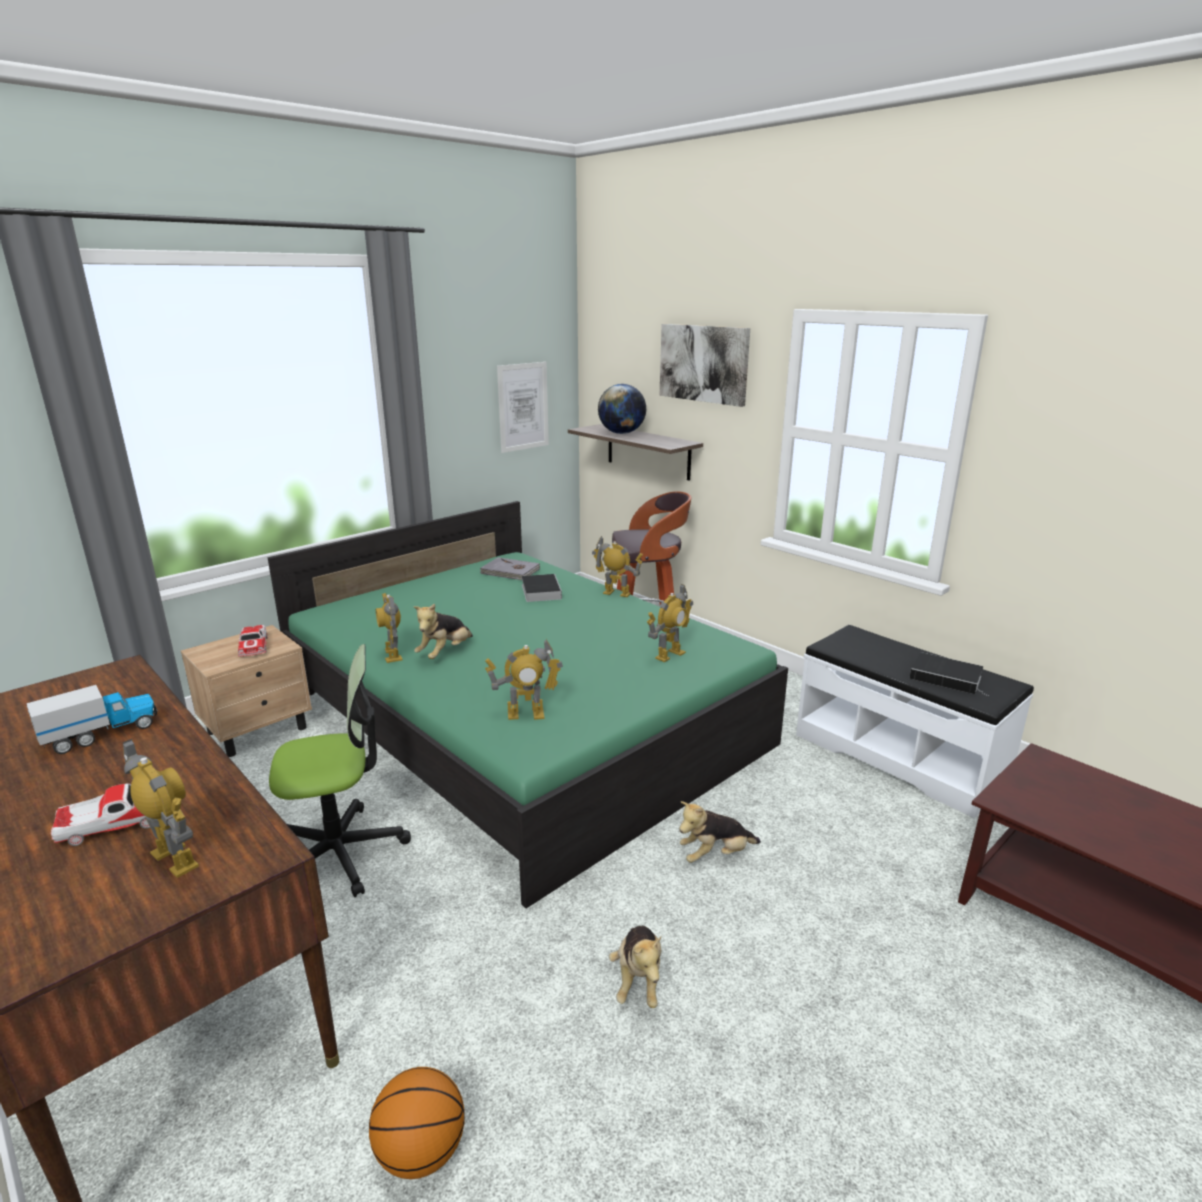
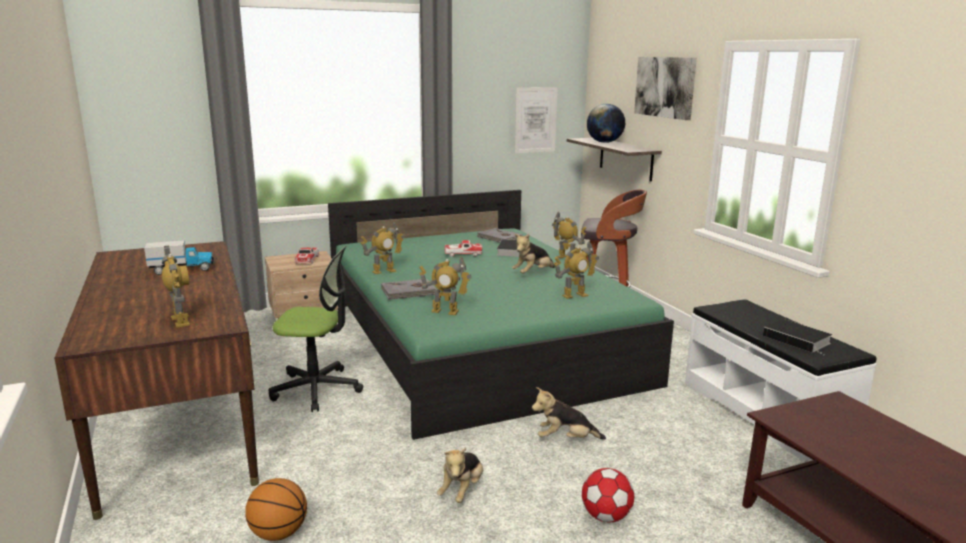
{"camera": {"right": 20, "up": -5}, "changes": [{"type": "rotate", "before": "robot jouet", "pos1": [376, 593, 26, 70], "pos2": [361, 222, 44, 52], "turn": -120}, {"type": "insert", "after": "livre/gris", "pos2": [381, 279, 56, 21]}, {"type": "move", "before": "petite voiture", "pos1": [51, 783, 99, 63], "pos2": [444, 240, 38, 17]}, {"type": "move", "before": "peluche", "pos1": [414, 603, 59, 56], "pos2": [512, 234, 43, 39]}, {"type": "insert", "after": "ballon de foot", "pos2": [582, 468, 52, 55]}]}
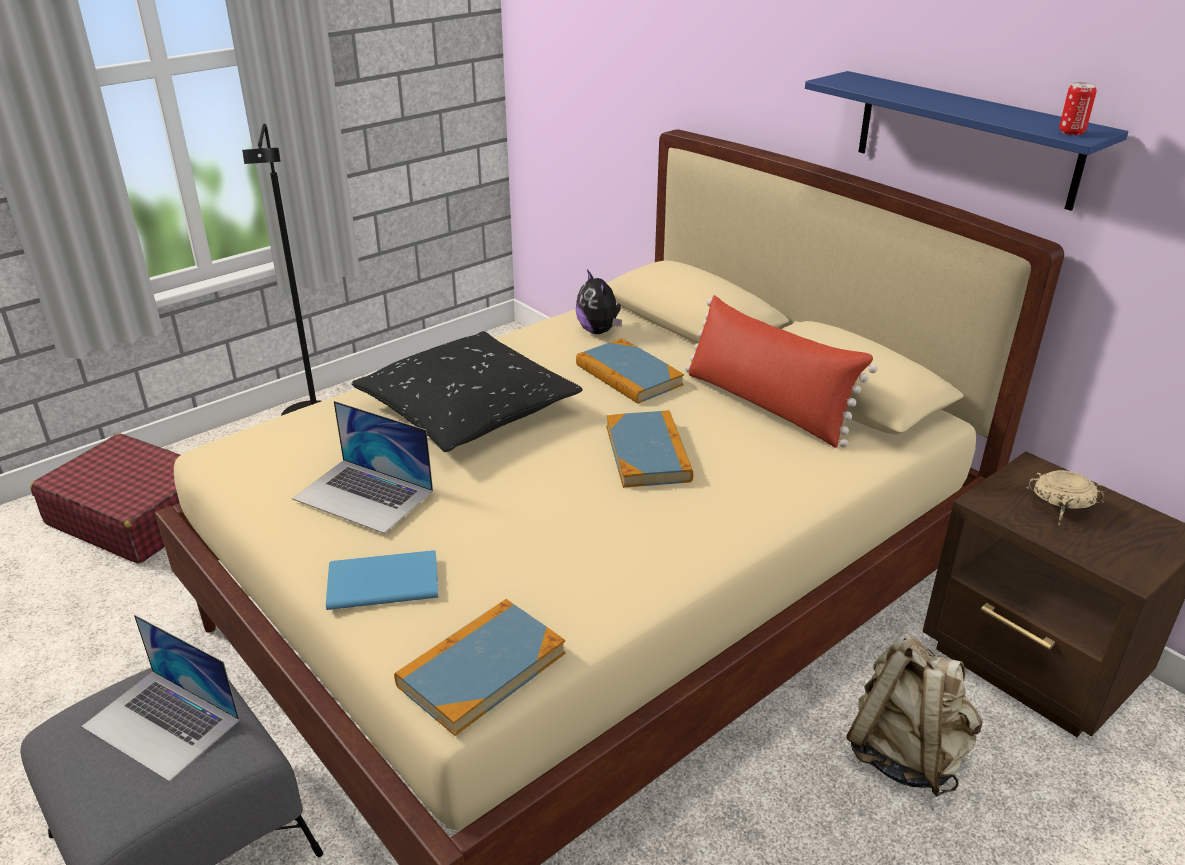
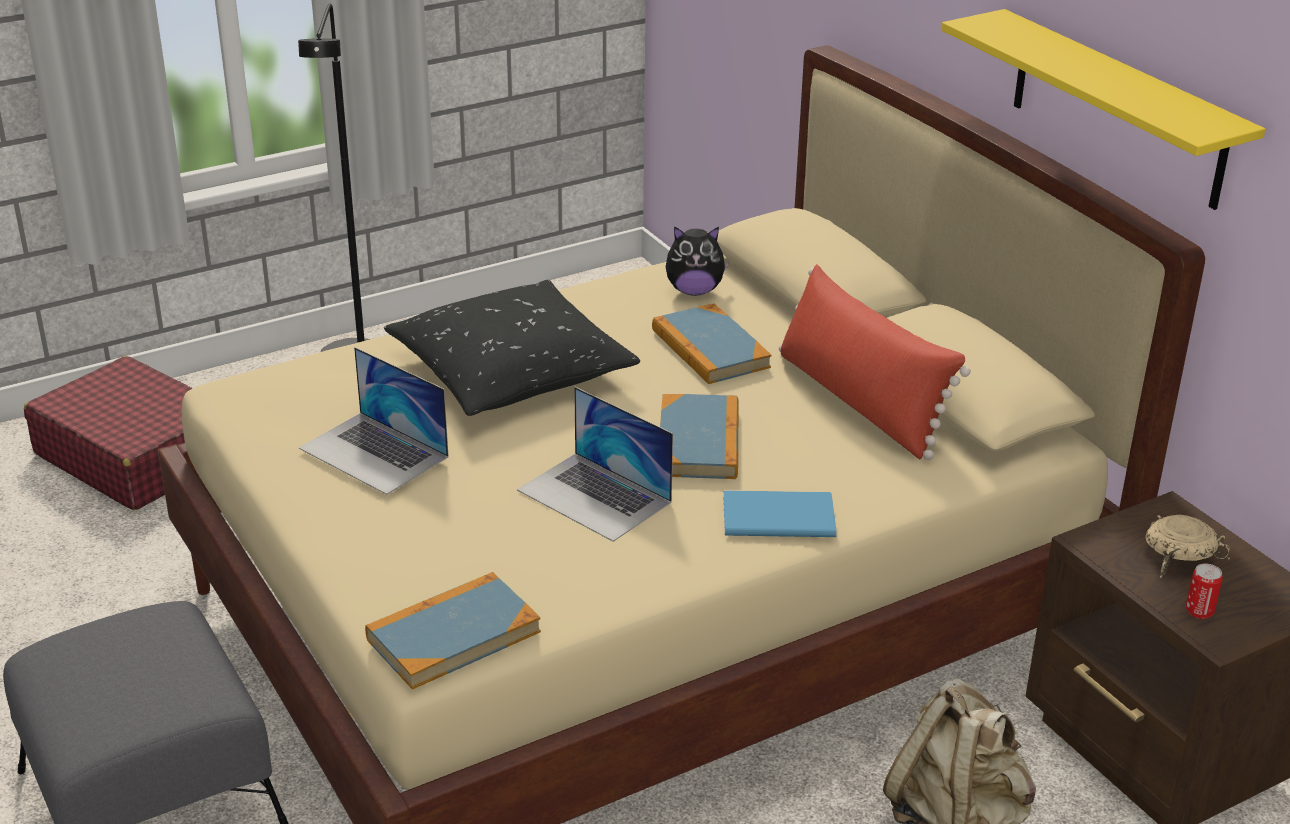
{"camera": {"right": 10, "up": 0}, "changes": [{"type": "move", "before": "ordinateur portable", "pos1": [81, 615, 159, 167], "pos2": [517, 387, 156, 155]}, {"type": "rotate", "before": "peluche", "pos1": [576, 269, 46, 65], "pos2": [666, 226, 63, 70], "turn": -75}, {"type": "move", "before": "livre/bleu", "pos1": [326, 550, 113, 60], "pos2": [723, 490, 114, 47]}, {"type": "recolor", "before": "étagère/bleu", "after": "étagère/jaune", "pos1": [805, 71, 324, 140], "pos2": [941, 9, 324, 201]}, {"type": "move", "before": "boîte métallique", "pos1": [1059, 82, 38, 53], "pos2": [1186, 563, 37, 56]}]}
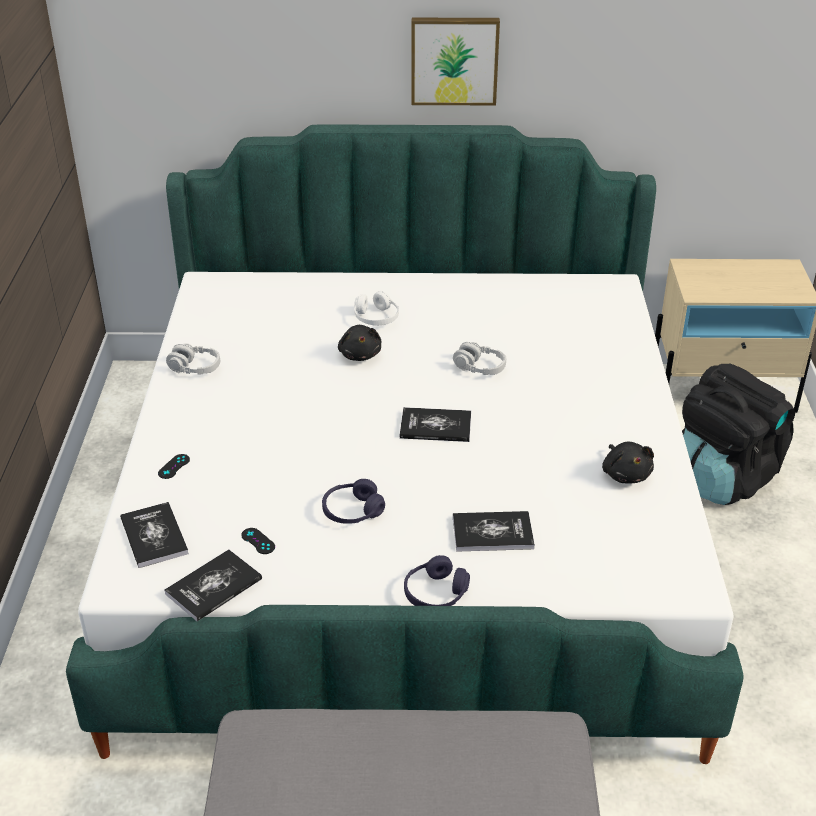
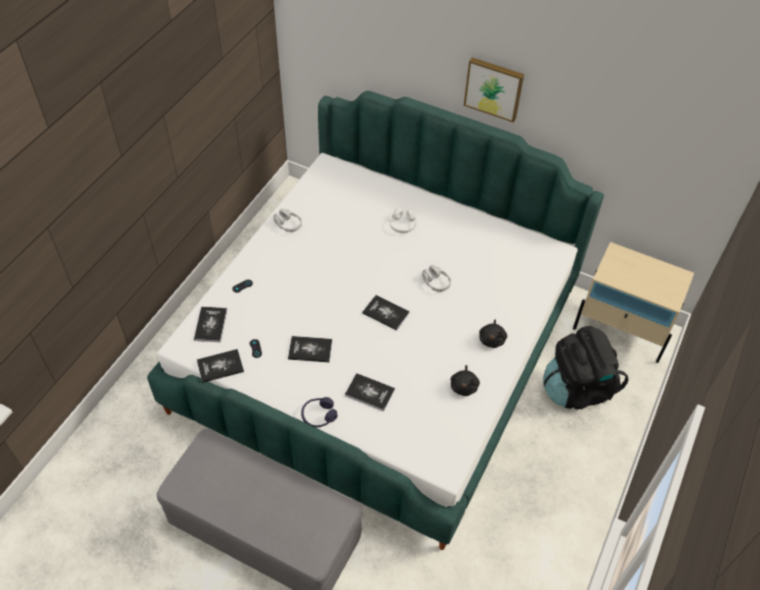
{"camera": {"right": 25, "up": 15}, "changes": [{"type": "replace", "before": "casque audio/violet", "after": "livre", "pos1": [322, 479, 63, 45], "pos2": [288, 336, 44, 26]}, {"type": "move", "before": "peluche/noir", "pos1": [338, 325, 43, 36], "pos2": [479, 320, 28, 28]}]}
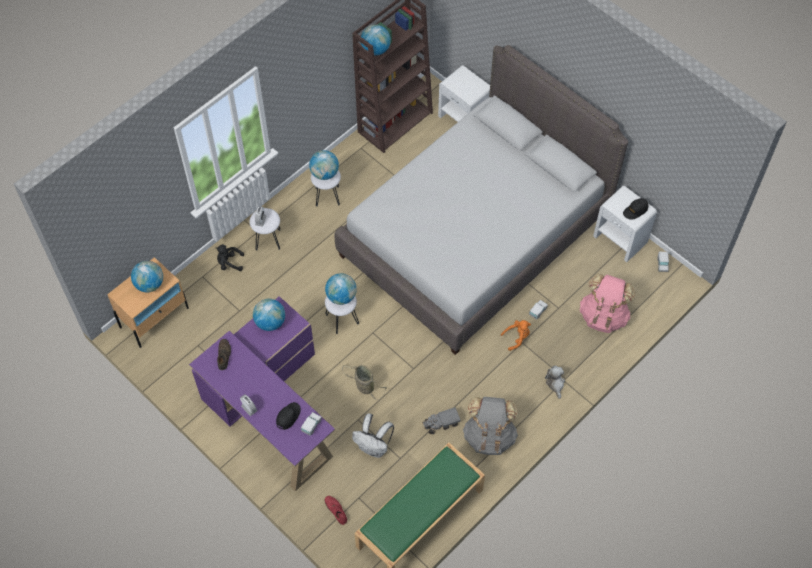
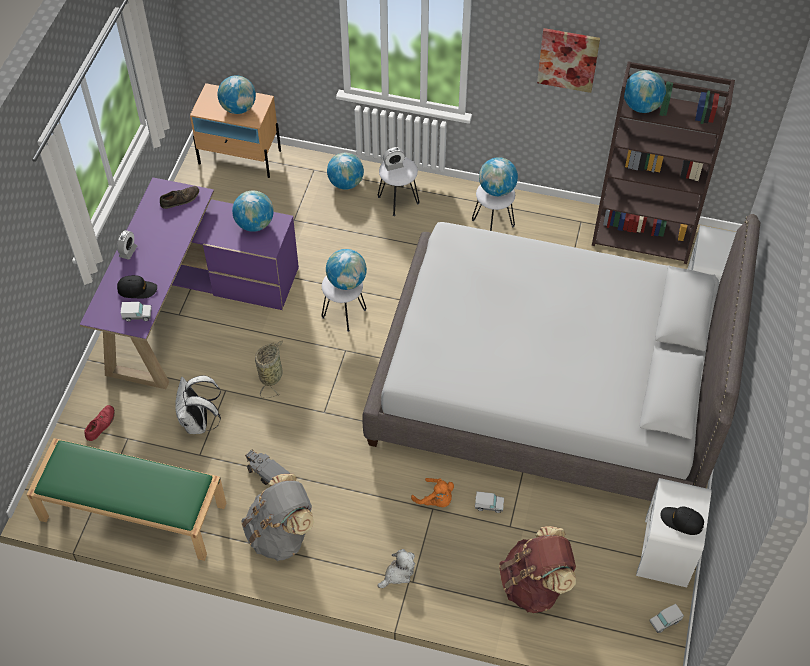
{"camera": {"right": 60, "up": -5}, "changes": [{"type": "replace", "before": "peluche/noir", "after": "globe", "pos1": [216, 244, 28, 27], "pos2": [327, 153, 37, 37]}, {"type": "recolor", "before": "sac à dos/rose", "after": "sac à dos/marron", "pos1": [580, 274, 55, 59], "pos2": [499, 526, 77, 87]}, {"type": "insert", "after": "tableau", "pos2": [537, 28, 63, 65]}]}
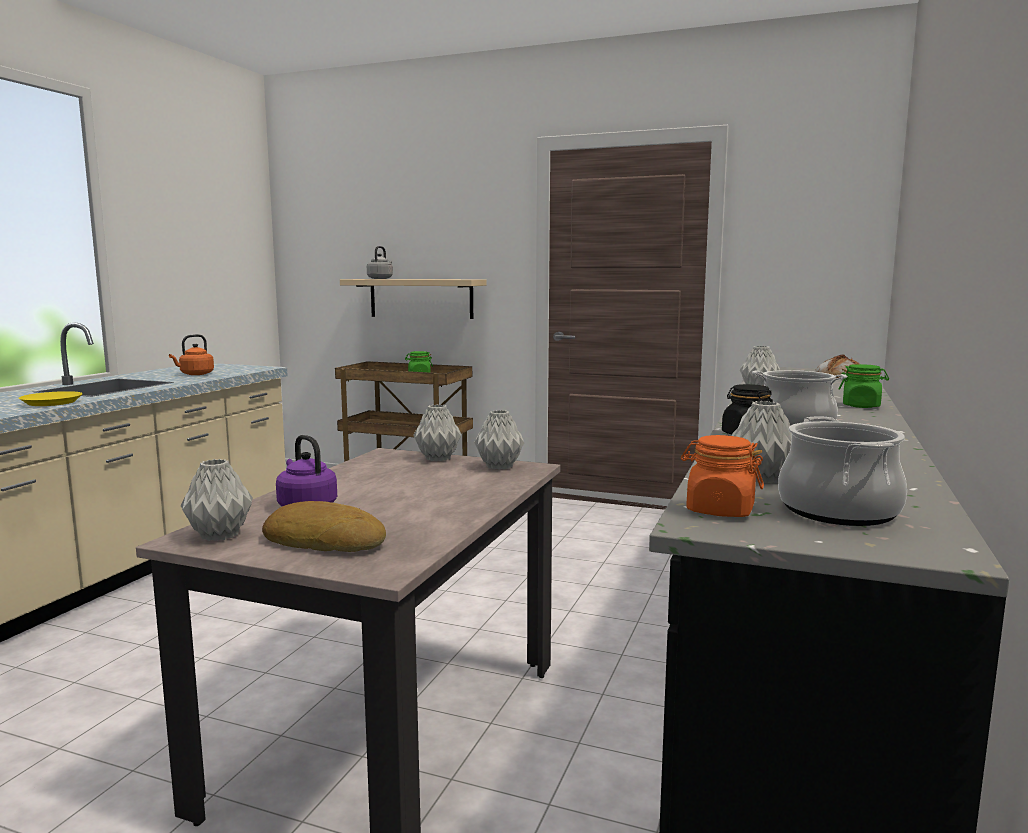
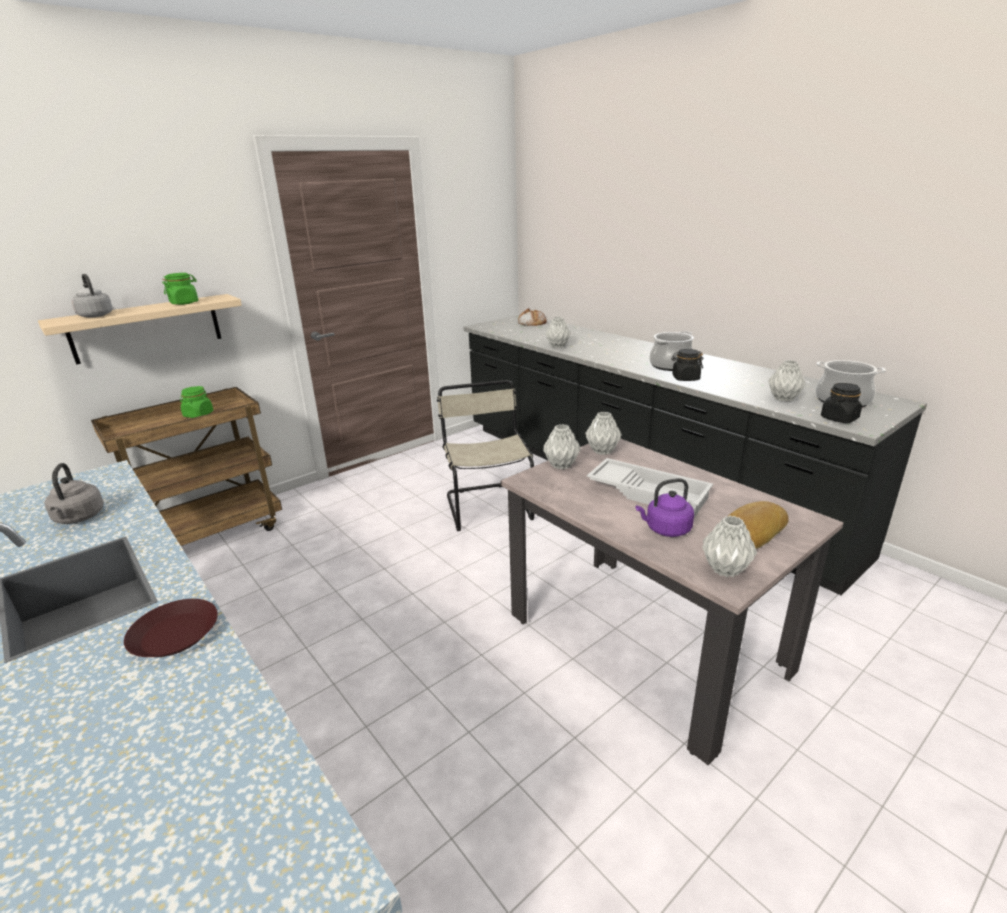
{"camera": {"right": -60, "up": 15}, "changes": [{"type": "recolor", "before": "bouilloire/orange", "after": "bouilloire/gris", "pos1": [169, 334, 45, 41], "pos2": [44, 463, 60, 61]}, {"type": "recolor", "before": "assiette/jaune", "after": "assiette/marron", "pos1": [19, 391, 64, 15], "pos2": [124, 599, 94, 58]}, {"type": "move", "before": "bocal/vert", "pos1": [838, 364, 51, 44], "pos2": [162, 273, 36, 32]}, {"type": "insert", "after": "chaise/beige", "pos2": [437, 380, 98, 151]}, {"type": "insert", "after": "plateau/blanc", "pos2": [587, 458, 126, 59]}, {"type": "recolor", "before": "bocal/orange", "after": "bocal/noir", "pos1": [681, 435, 83, 82], "pos2": [821, 383, 41, 40]}]}
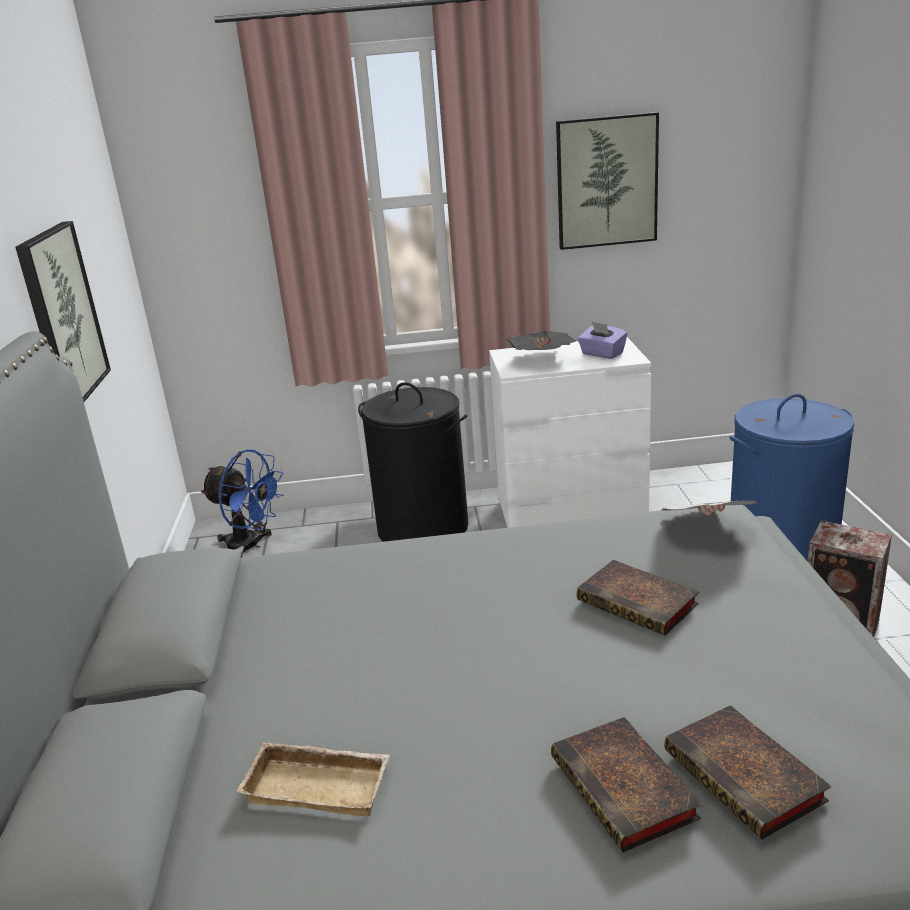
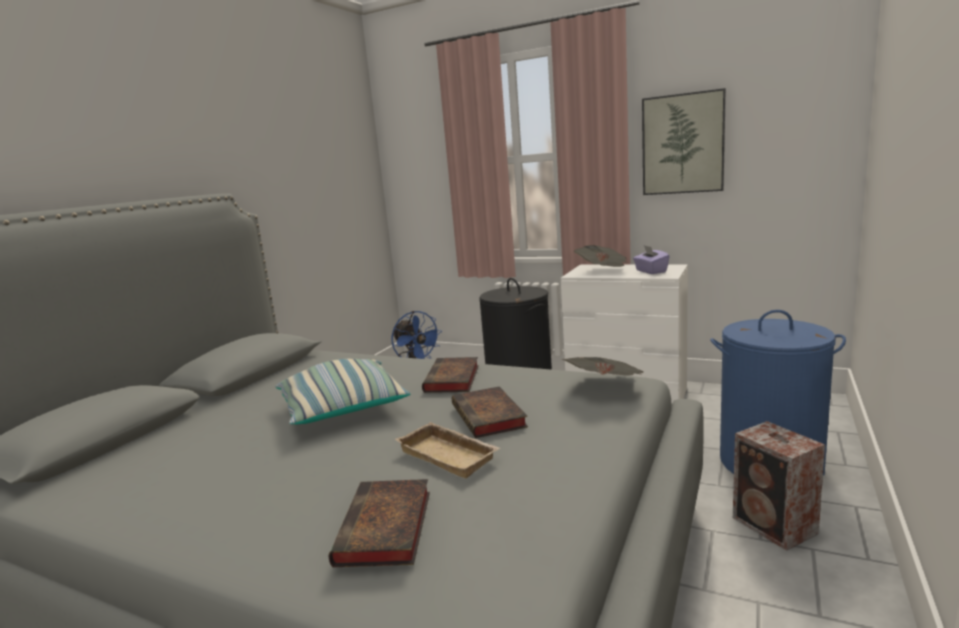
{"camera": {"right": 30, "up": -10}, "changes": [{"type": "insert", "after": "coussin", "pos2": [275, 359, 136, 65]}, {"type": "move", "before": "plateau/beige", "pos1": [236, 742, 154, 74], "pos2": [395, 422, 106, 56]}, {"type": "move", "before": "livre", "pos1": [551, 717, 151, 136], "pos2": [422, 357, 57, 36]}, {"type": "delete", "before": "tableau", "pos1": [15, 221, 96, 181]}]}
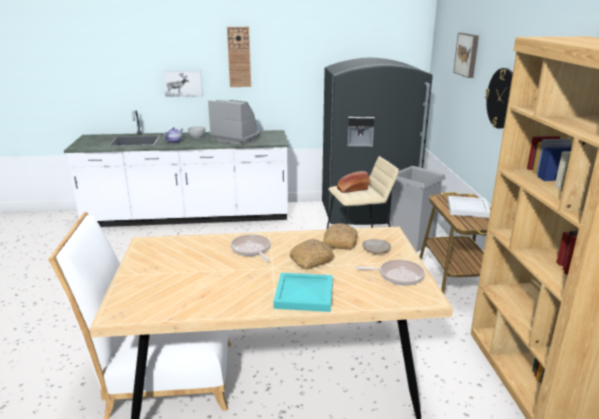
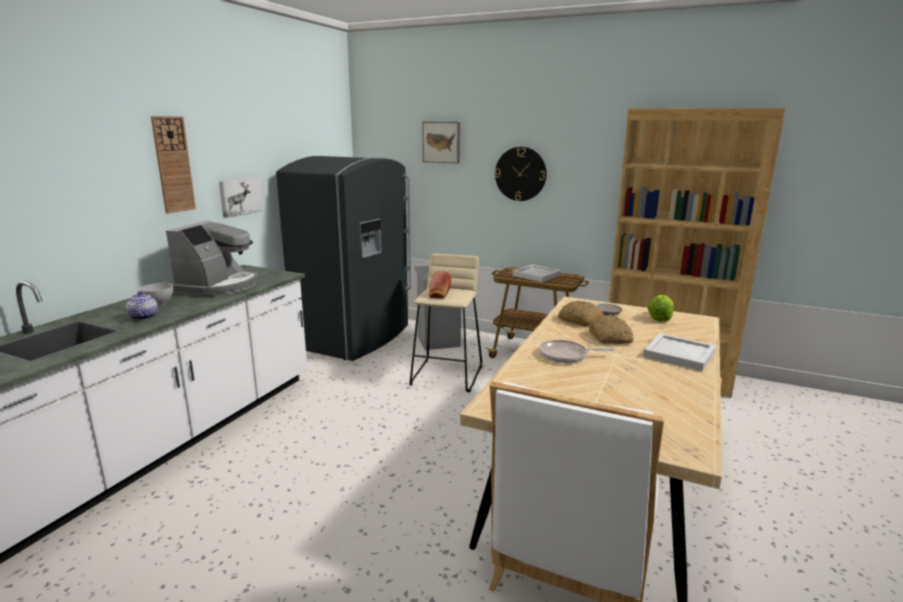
{"camera": {"right": -60, "up": -5}, "changes": [{"type": "rotate", "before": "machine à café", "pos1": [208, 100, 52, 45], "pos2": [166, 220, 92, 77], "turn": 135}, {"type": "move", "before": "tableau", "pos1": [163, 71, 40, 26], "pos2": [219, 177, 45, 41]}, {"type": "recolor", "before": "plateau/turquoise", "after": "plateau/blanc", "pos1": [273, 273, 60, 39], "pos2": [643, 333, 73, 38]}, {"type": "replace", "before": "poêle", "after": "laitue", "pos1": [355, 260, 70, 25], "pos2": [648, 295, 25, 26]}]}
